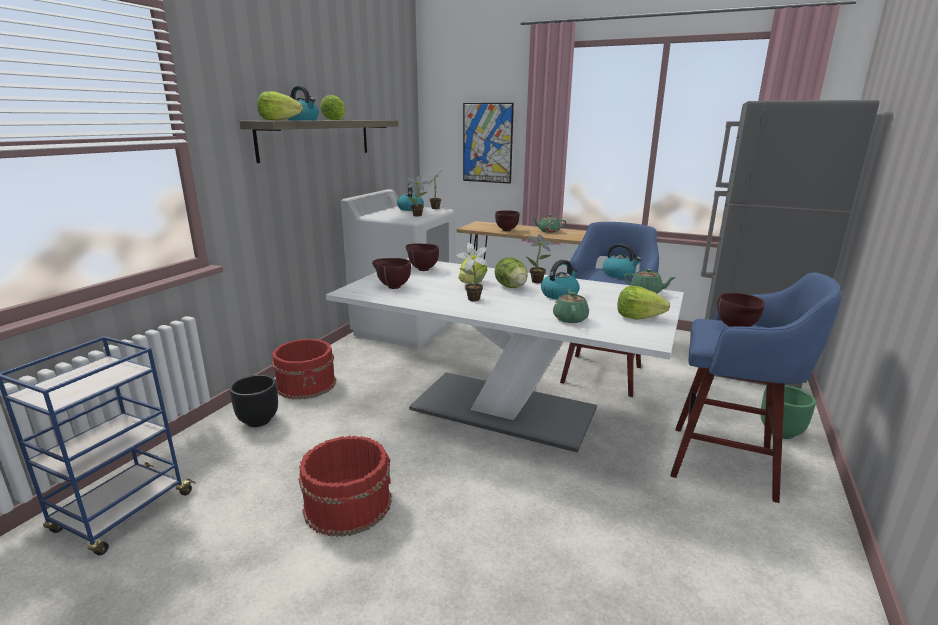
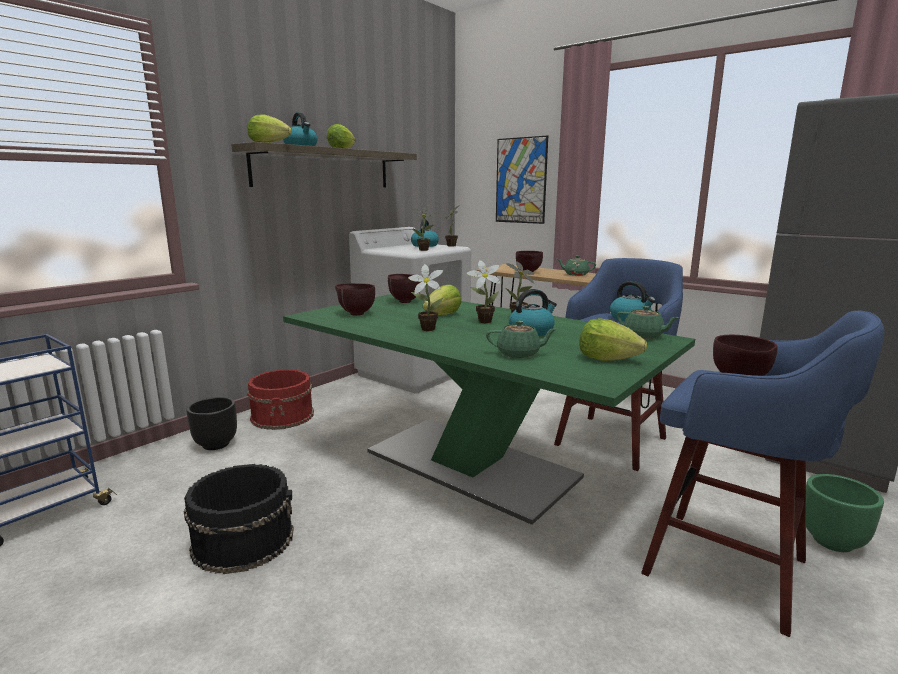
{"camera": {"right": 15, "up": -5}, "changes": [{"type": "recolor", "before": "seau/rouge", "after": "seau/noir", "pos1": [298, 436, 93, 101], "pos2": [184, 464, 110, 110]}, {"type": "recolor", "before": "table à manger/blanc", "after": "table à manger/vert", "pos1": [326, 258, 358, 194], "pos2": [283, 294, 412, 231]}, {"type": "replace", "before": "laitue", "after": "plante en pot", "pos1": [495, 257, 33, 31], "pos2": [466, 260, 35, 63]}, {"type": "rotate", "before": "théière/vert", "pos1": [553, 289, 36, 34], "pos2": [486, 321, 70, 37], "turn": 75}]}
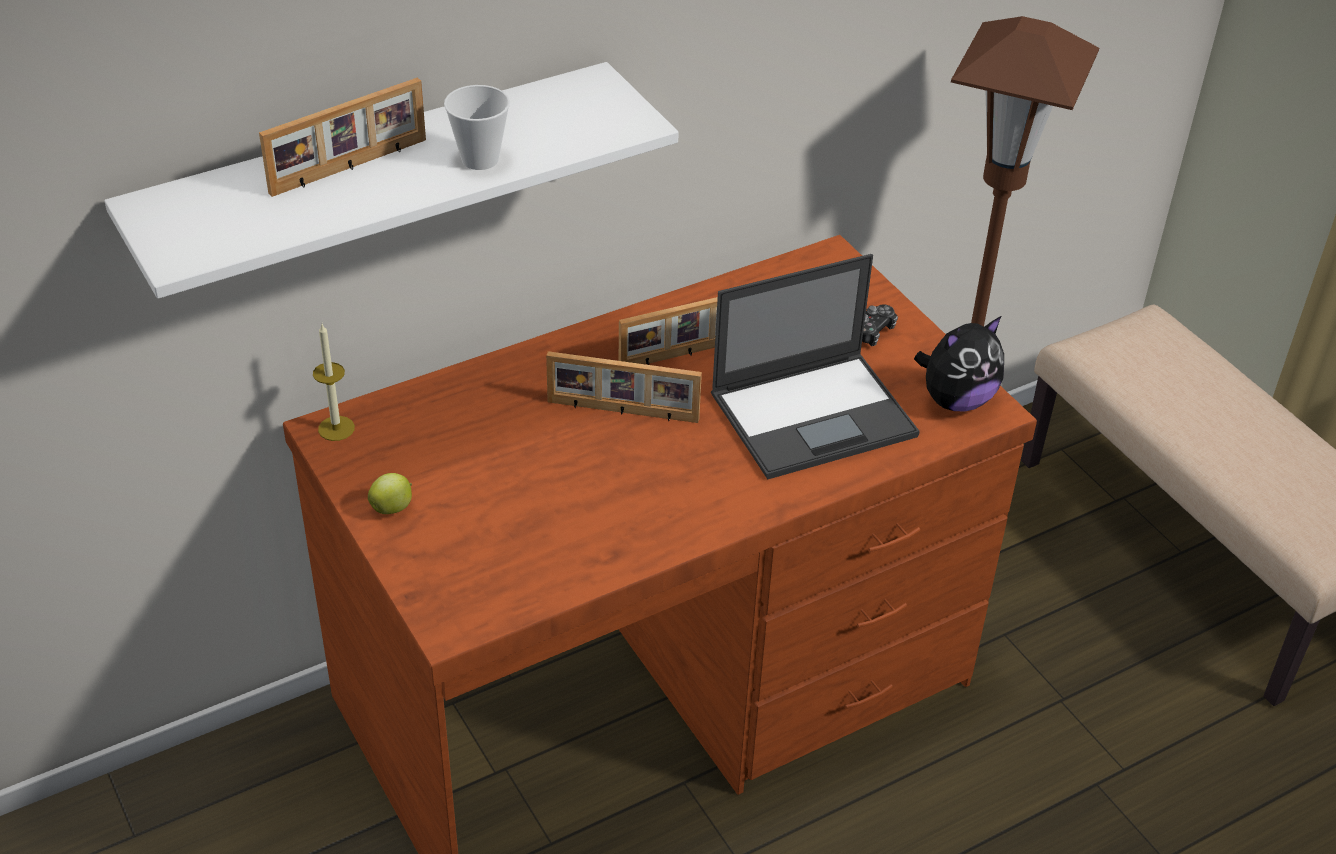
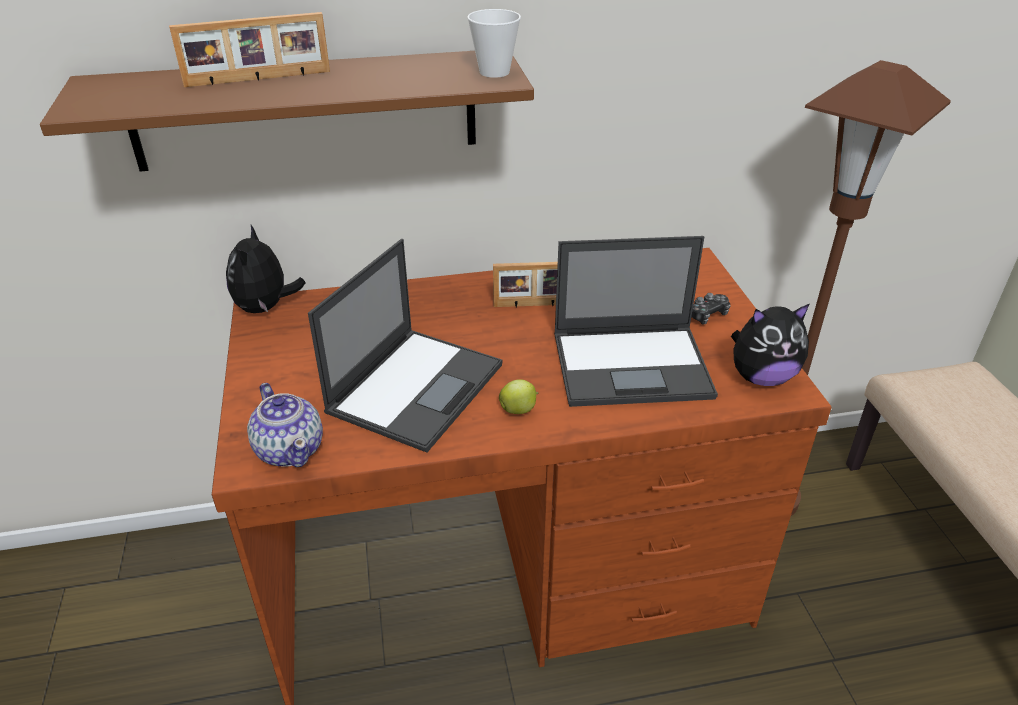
{"camera": {"right": 20, "up": -5}, "changes": [{"type": "recolor", "before": "étagère/blanc", "after": "étagère/marron", "pos1": [105, 62, 574, 237], "pos2": [40, 51, 494, 121]}, {"type": "replace", "before": "bougie", "after": "peluche", "pos1": [313, 324, 42, 117], "pos2": [226, 225, 80, 88]}, {"type": "insert", "after": "théière", "pos2": [247, 383, 76, 84]}, {"type": "insert", "after": "ordinateur portable", "pos2": [308, 239, 194, 214]}, {"type": "move", "before": "tasse", "pos1": [444, 85, 66, 85], "pos2": [467, 9, 54, 69]}, {"type": "move", "before": "pomme", "pos1": [368, 473, 44, 41], "pos2": [499, 379, 39, 35]}, {"type": "delete", "before": "cadre photo", "pos1": [546, 351, 156, 72]}]}
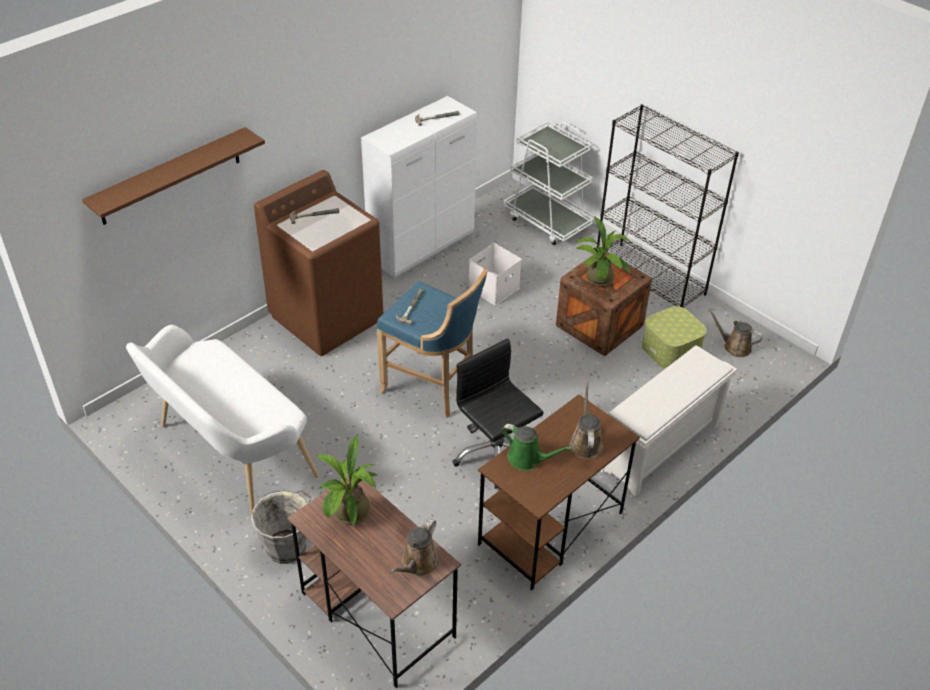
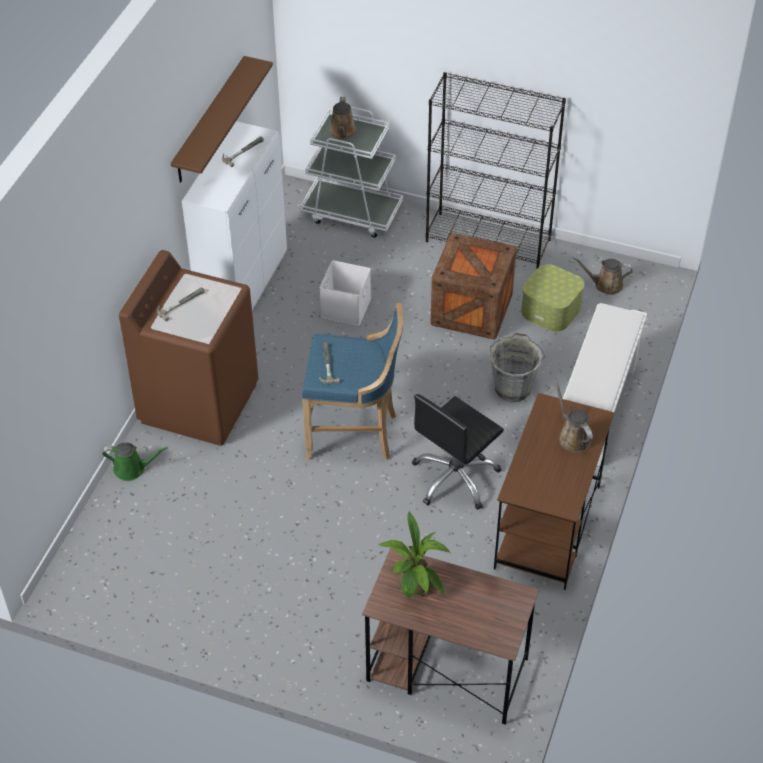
{"camera": {"right": -25, "up": 5}, "changes": [{"type": "move", "before": "arrosoir/vert", "pos1": [502, 424, 70, 47], "pos2": [102, 442, 66, 39]}, {"type": "move", "before": "étagère/marron", "pos1": [82, 127, 183, 98], "pos2": [170, 56, 103, 127]}, {"type": "move", "before": "arrosoir/marron", "pos1": [390, 518, 49, 58], "pos2": [329, 97, 28, 42]}, {"type": "rotate", "before": "chaise de bureau/noir", "pos1": [452, 338, 92, 151], "pos2": [412, 394, 92, 116], "turn": -75}, {"type": "move", "before": "seau/gris", "pos1": [251, 490, 60, 74], "pos2": [490, 333, 55, 69]}, {"type": "delete", "before": "banc/blanc", "pos1": [126, 325, 193, 190]}, {"type": "delete", "before": "plante en pot", "pos1": [575, 216, 57, 71]}]}
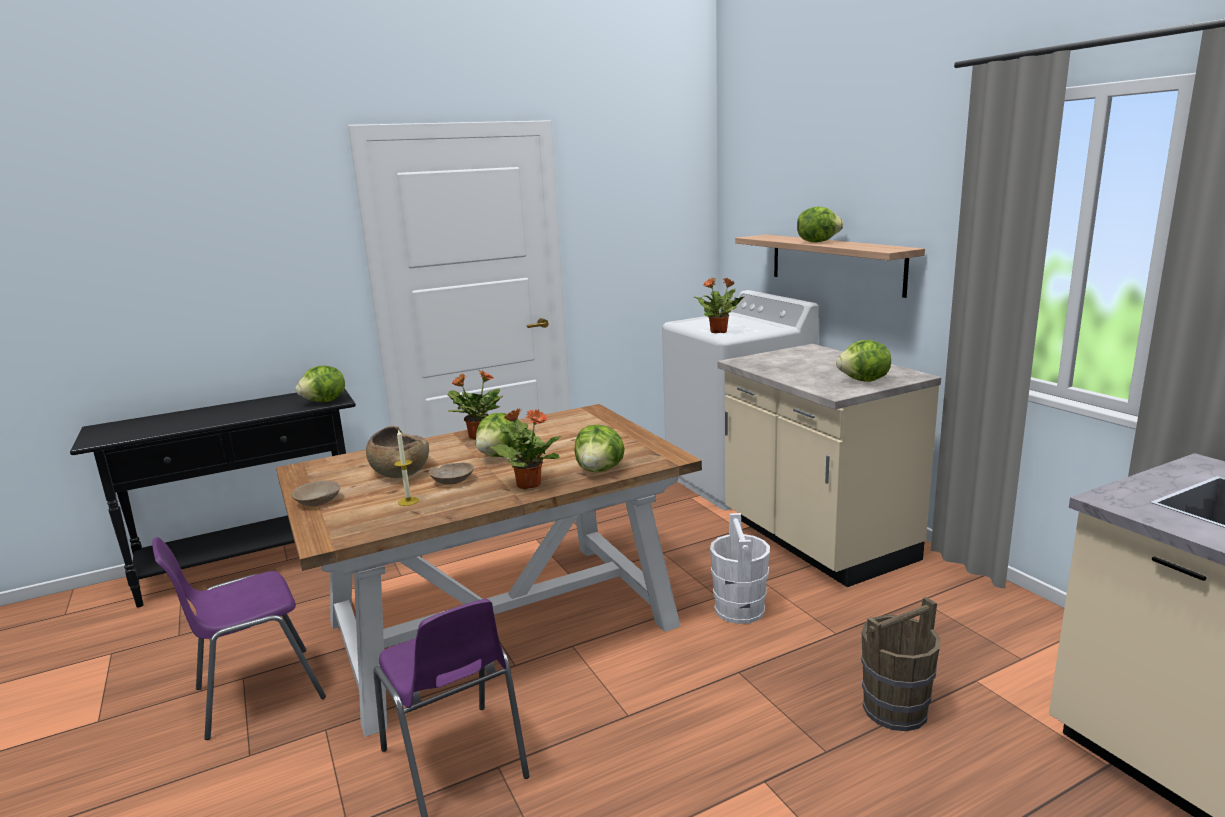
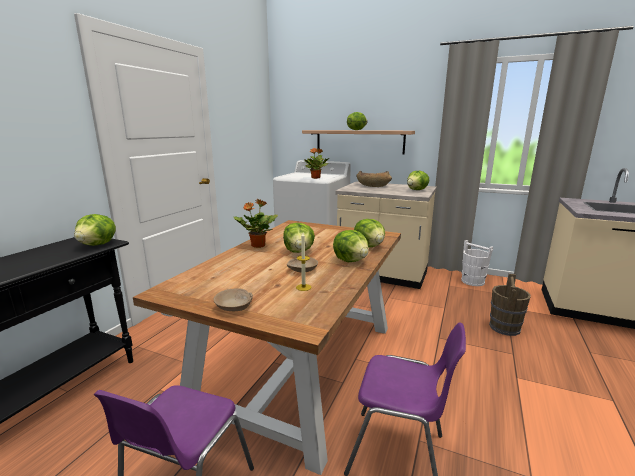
{"camera": {"right": -40, "up": 0}, "changes": [{"type": "replace", "before": "plante en pot", "after": "laitue", "pos1": [490, 408, 72, 81], "pos2": [333, 230, 36, 32]}, {"type": "move", "before": "bol/marron", "pos1": [366, 426, 63, 52], "pos2": [356, 171, 36, 16]}, {"type": "move", "before": "seau/blanc", "pos1": [710, 513, 60, 111], "pos2": [461, 240, 32, 46]}]}
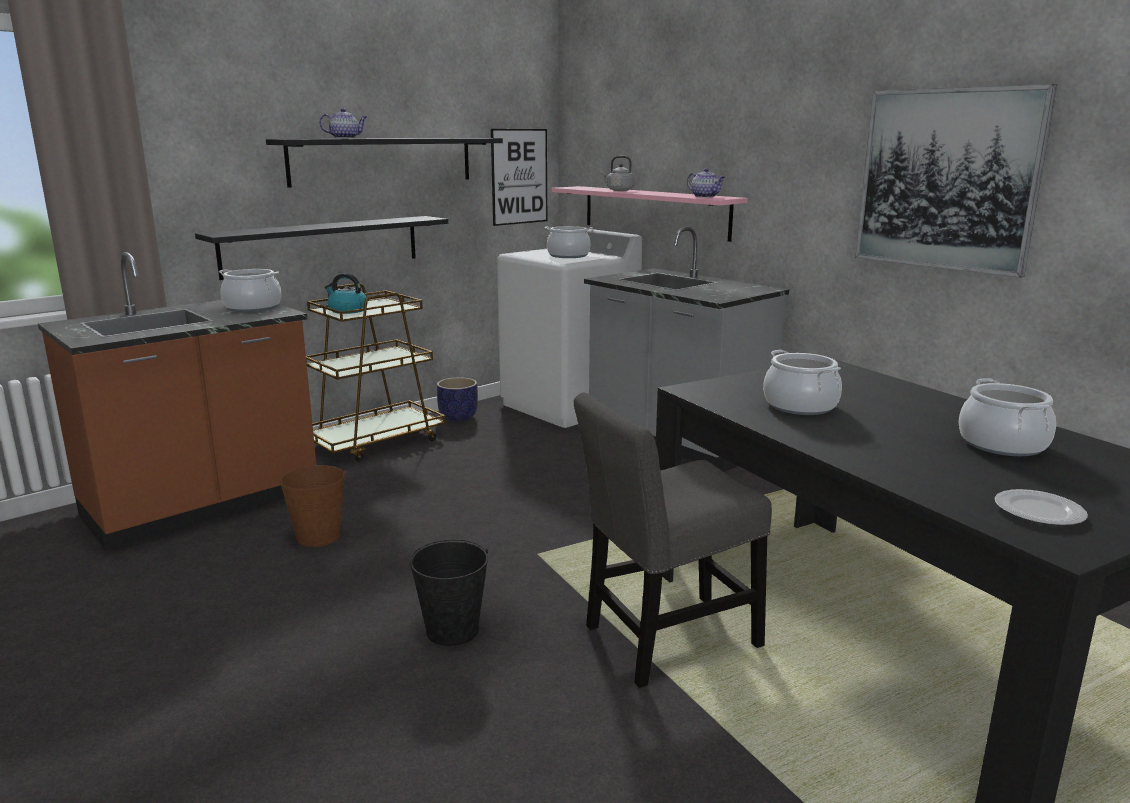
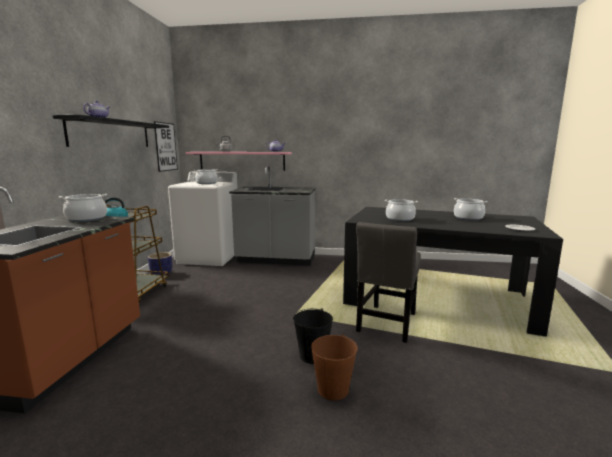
{"camera": {"right": -40, "up": -5}, "changes": [{"type": "move", "before": "seau/marron", "pos1": [279, 465, 67, 82], "pos2": [311, 334, 47, 67]}, {"type": "delete", "before": "étagère/noir", "pos1": [195, 216, 253, 64]}, {"type": "delete", "before": "tableau", "pos1": [855, 84, 202, 194]}]}
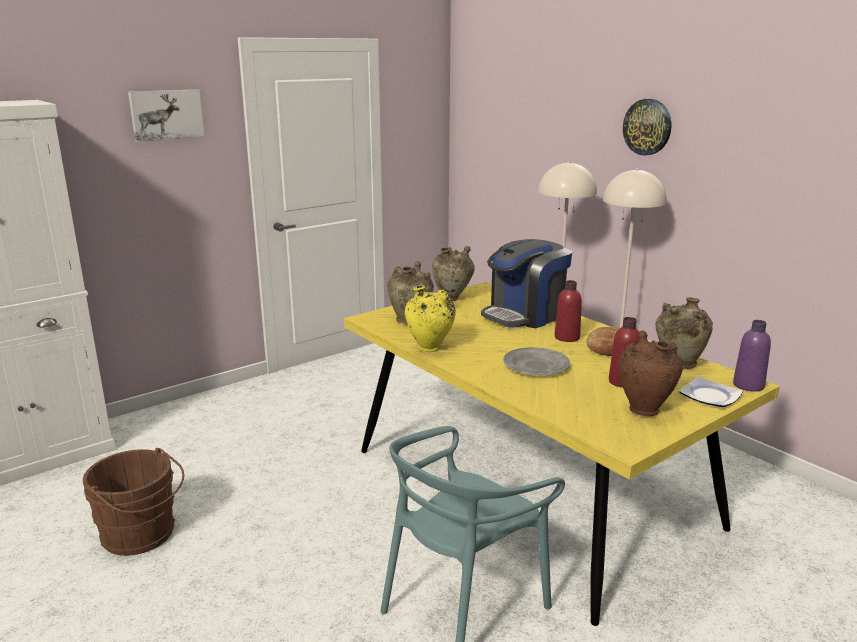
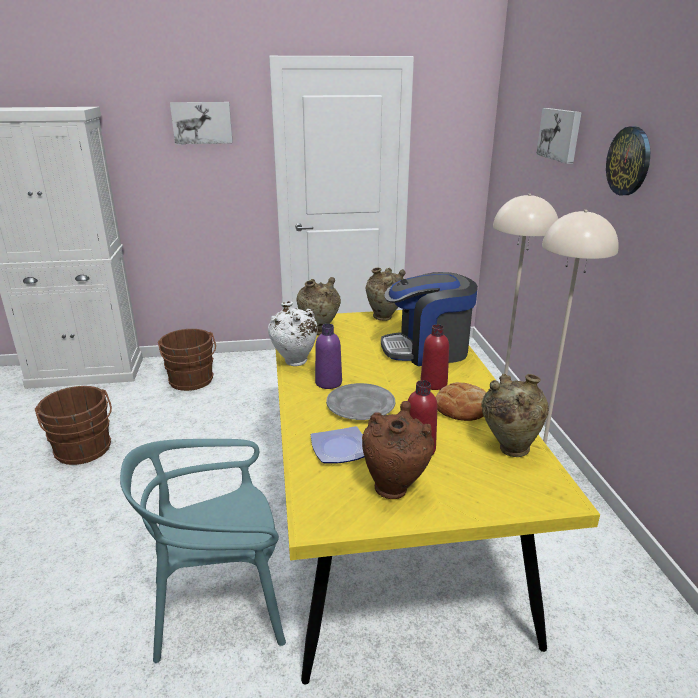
{"camera": {"right": 30, "up": 5}, "changes": [{"type": "insert", "after": "seau/marron", "pos2": [158, 329, 58, 62]}, {"type": "recolor", "before": "vase/jaune", "after": "vase/blanc", "pos1": [404, 285, 52, 67], "pos2": [268, 301, 49, 65]}, {"type": "move", "before": "assiette", "pos1": [679, 377, 64, 30], "pos2": [311, 426, 53, 38]}, {"type": "move", "before": "bouteille/violet", "pos1": [733, 320, 38, 72], "pos2": [315, 324, 27, 65]}, {"type": "insert", "after": "tableau", "pos2": [536, 108, 46, 56]}]}
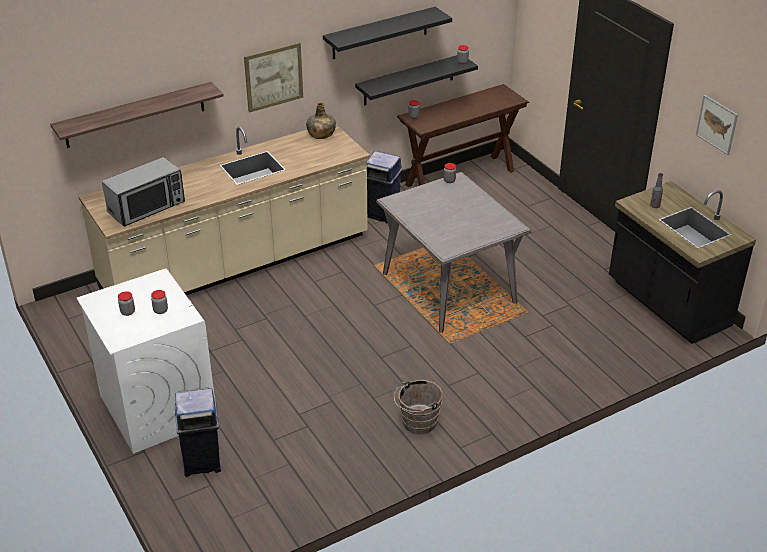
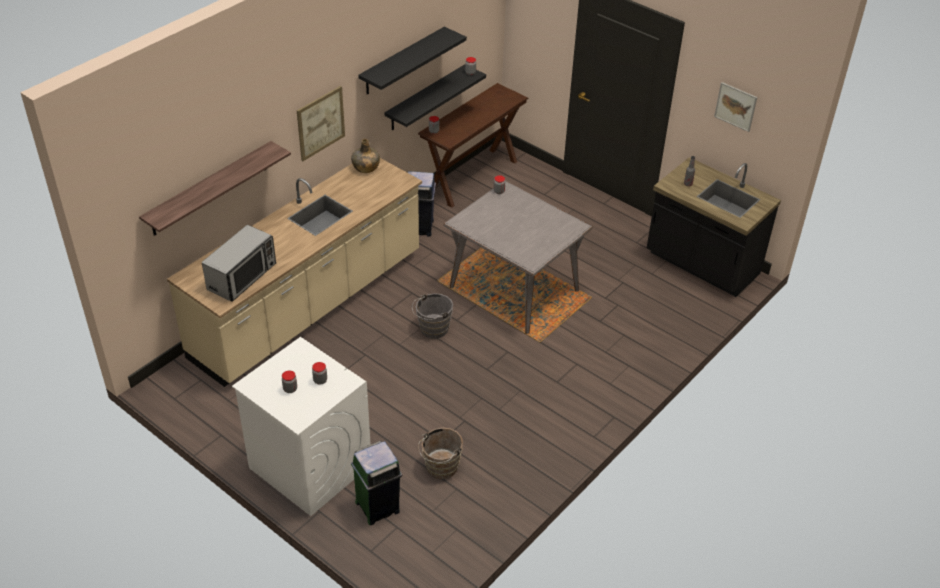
{"camera": {"right": -20, "up": 5}, "changes": [{"type": "recolor", "before": "poubelle/bleu", "after": "poubelle/vert", "pos1": [175, 388, 46, 89], "pos2": [351, 441, 51, 84]}, {"type": "insert", "after": "seau/gris", "pos2": [412, 293, 41, 46]}, {"type": "move", "before": "seau/marron", "pos1": [394, 380, 49, 54], "pos2": [418, 428, 45, 51]}]}
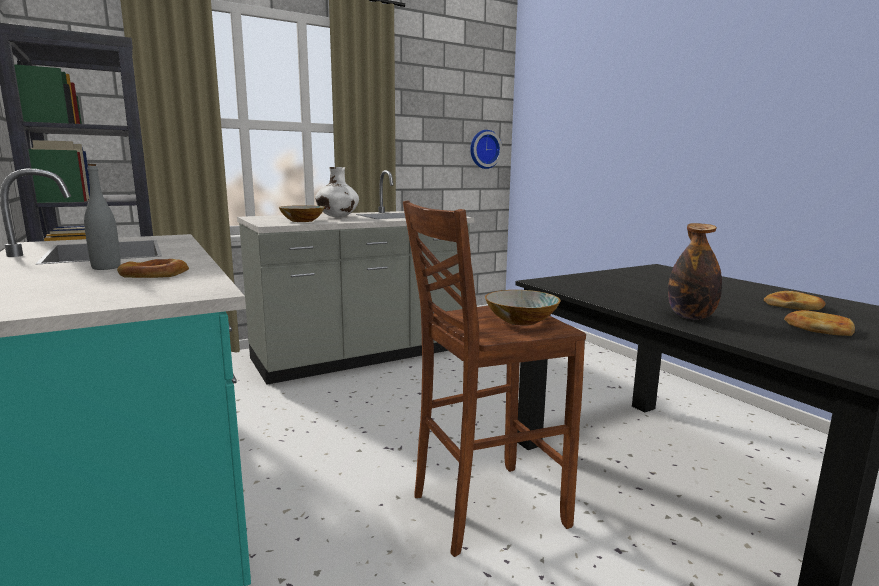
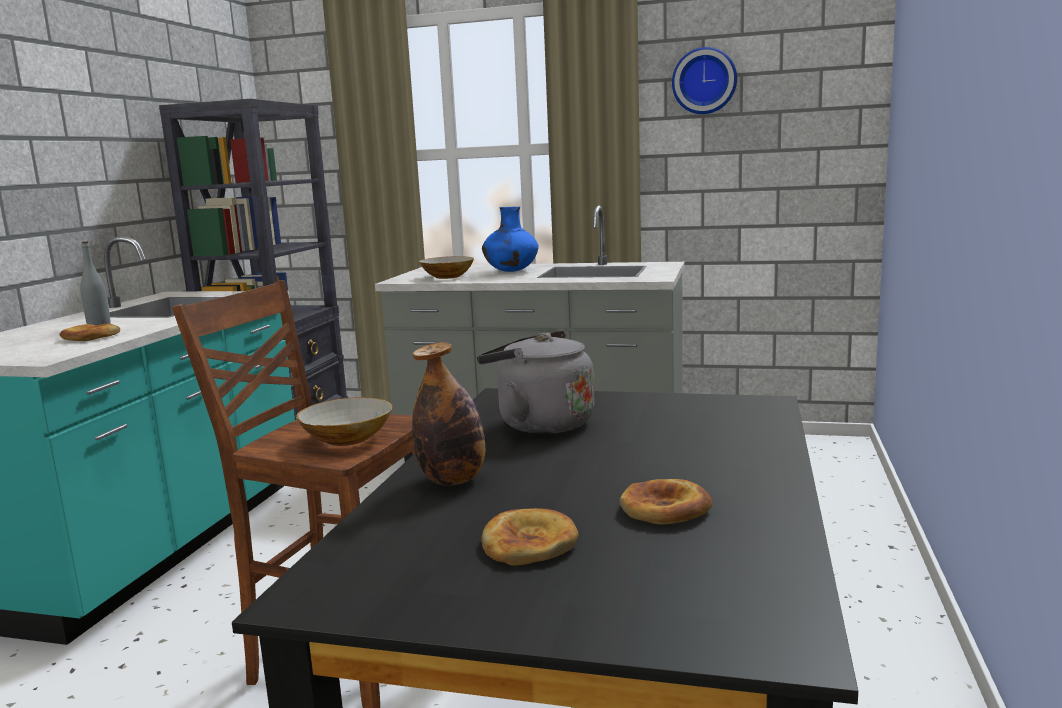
{"camera": {"right": 45, "up": 0}, "changes": [{"type": "insert", "after": "bouilloire/gris", "pos2": [477, 330, 117, 104]}, {"type": "recolor", "before": "vase/blanc", "after": "vase/bleu", "pos1": [315, 167, 44, 50], "pos2": [482, 207, 57, 65]}, {"type": "move", "before": "horloge murale", "pos1": [470, 130, 32, 39], "pos2": [672, 47, 65, 67]}]}
